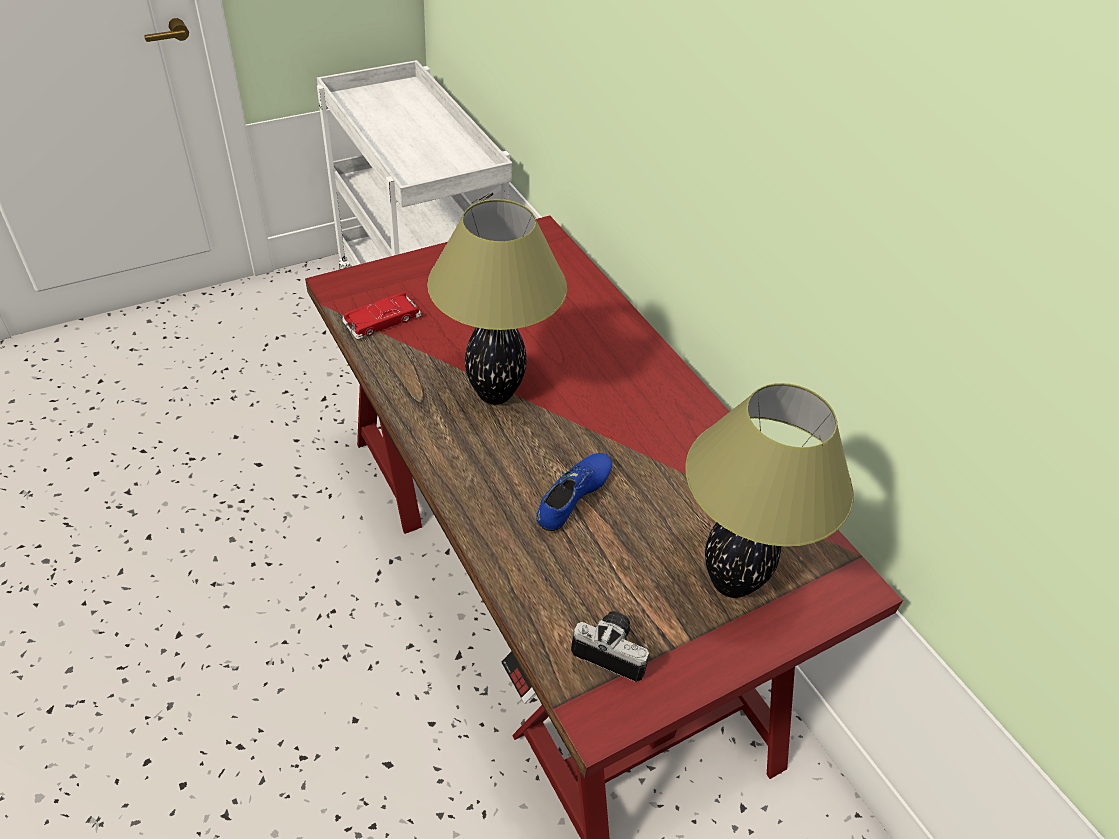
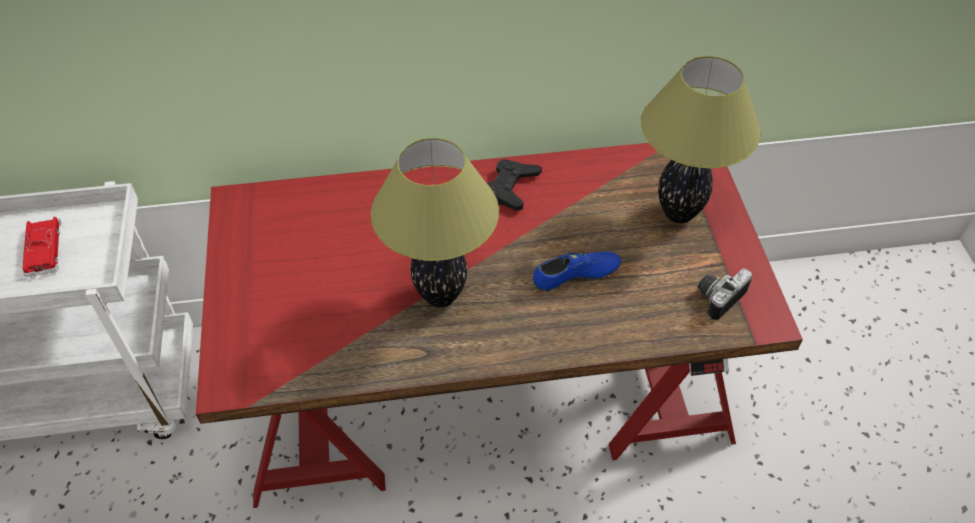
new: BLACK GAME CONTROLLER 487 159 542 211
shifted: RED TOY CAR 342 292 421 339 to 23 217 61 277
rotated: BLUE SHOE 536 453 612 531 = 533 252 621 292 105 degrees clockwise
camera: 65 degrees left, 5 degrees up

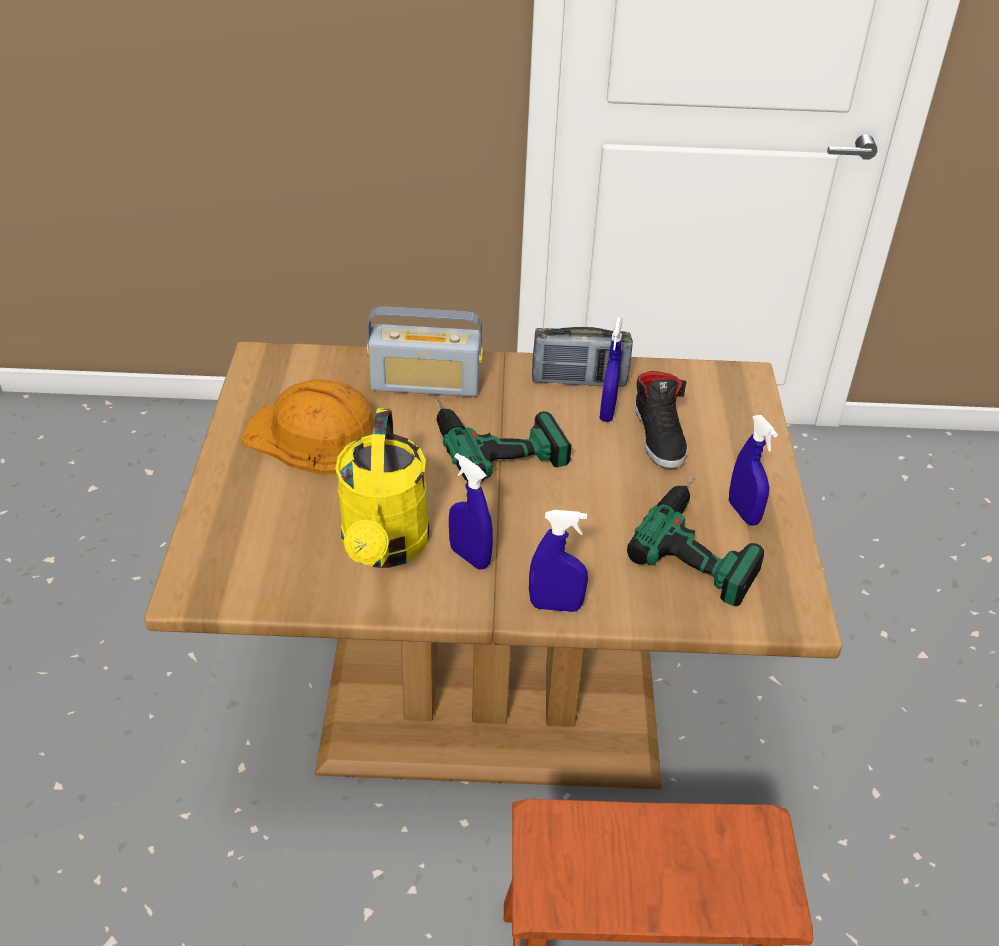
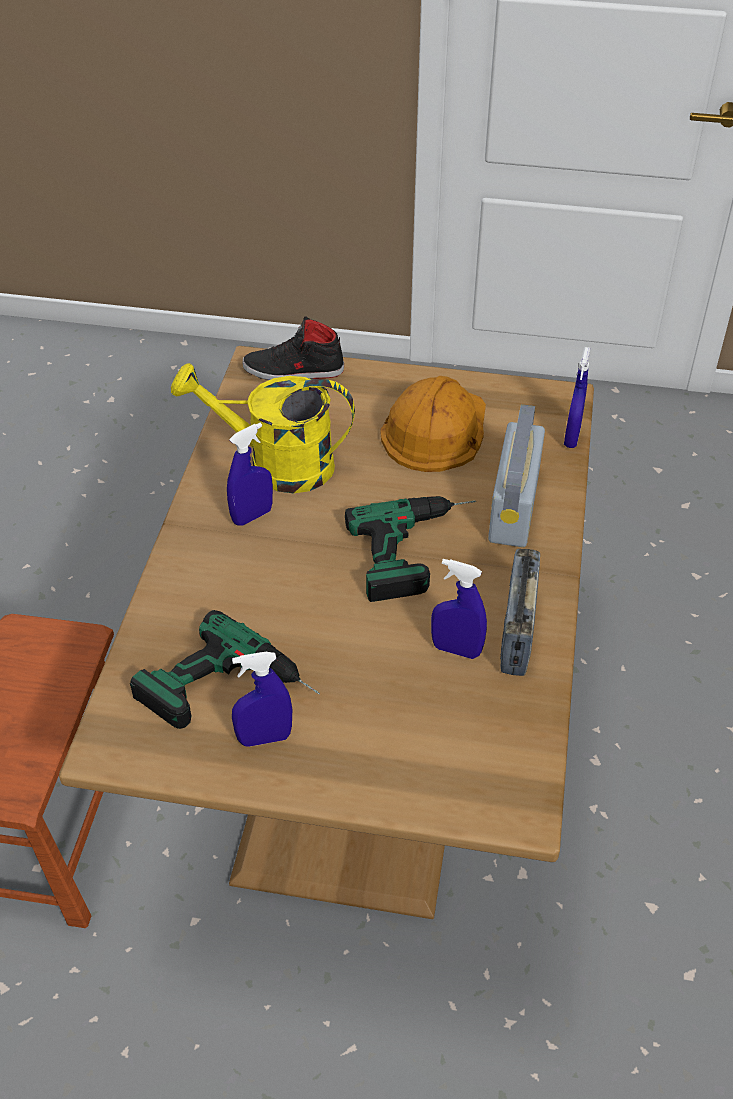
shifted: BLACK SHOE 635 371 688 468 to 243 316 344 380; BLUE SPRAY BOTTLE 529 510 588 612 to 564 347 590 448
camera: 100 degrees right, 5 degrees up

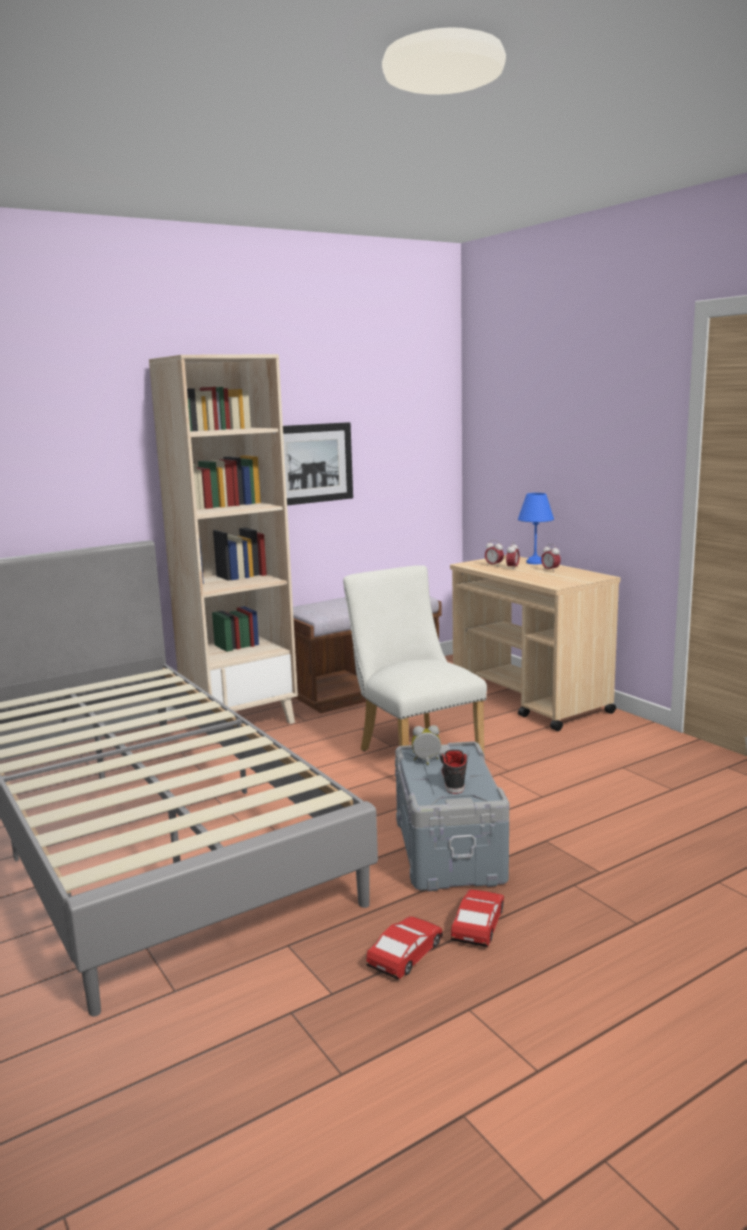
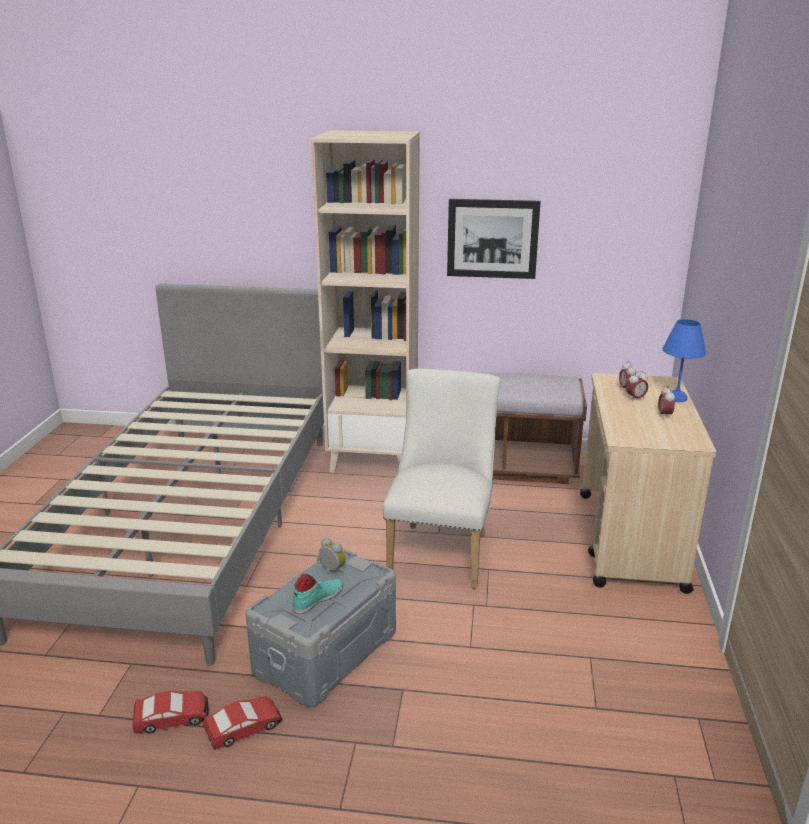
repainted: BLACK SHOE 439 749 469 794 to TURQUOISE SHOE 292 573 343 614
camera: 40 degrees right, 10 degrees up

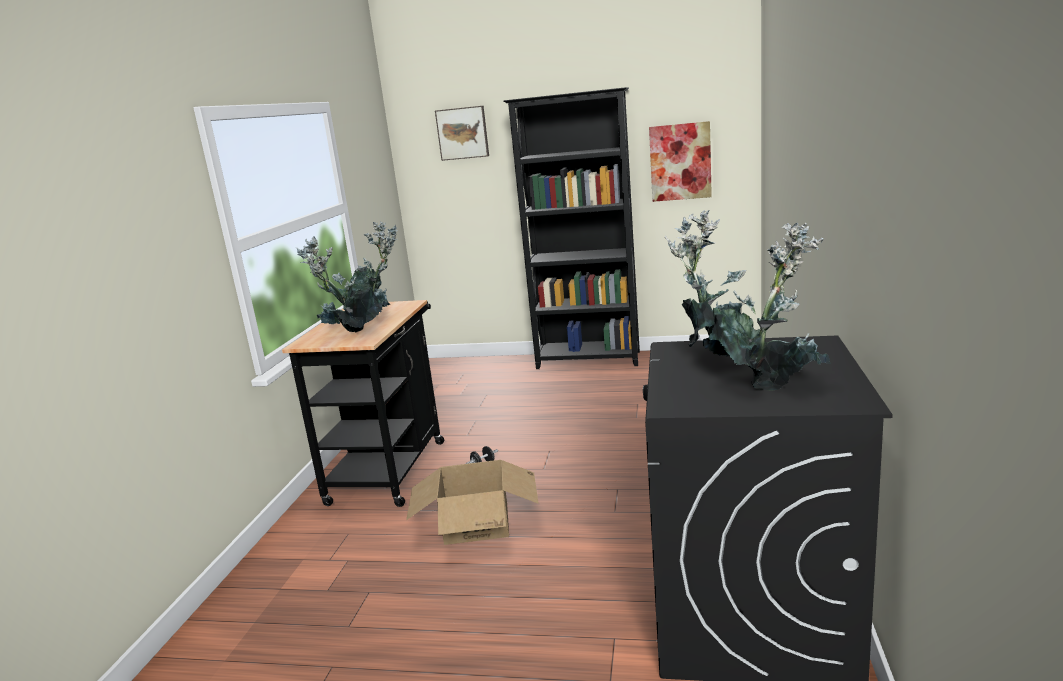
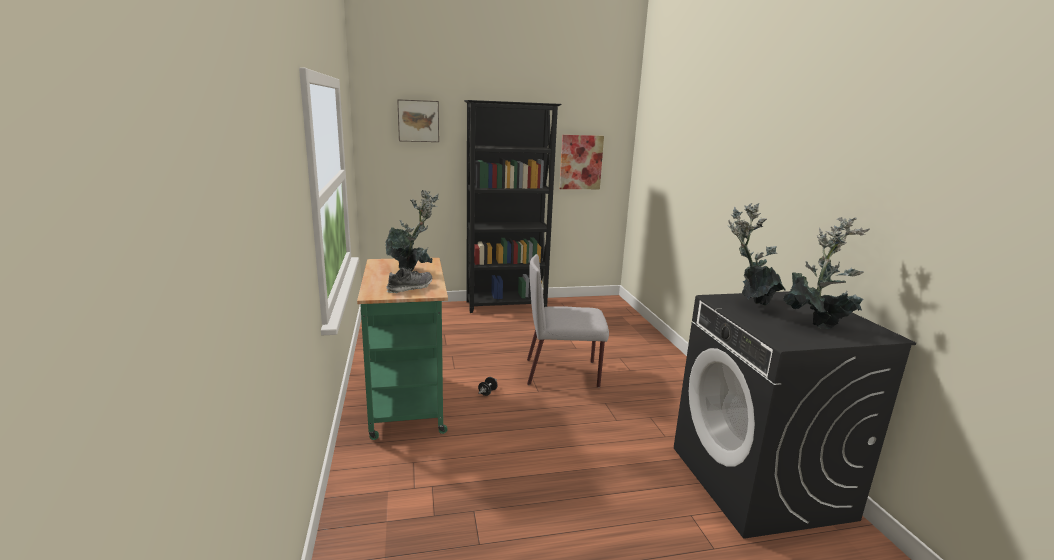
gone: CARDBOARD BOX 406 460 539 545
new: GREY CHAIR 527 254 609 387
swapped: POTTED PLANT 296 236 382 332 to SHOE 386 268 432 293
repainted: BLACK CART 282 300 444 507 to GREEN CART 357 258 448 440
camera: 25 degrees left, 0 degrees up

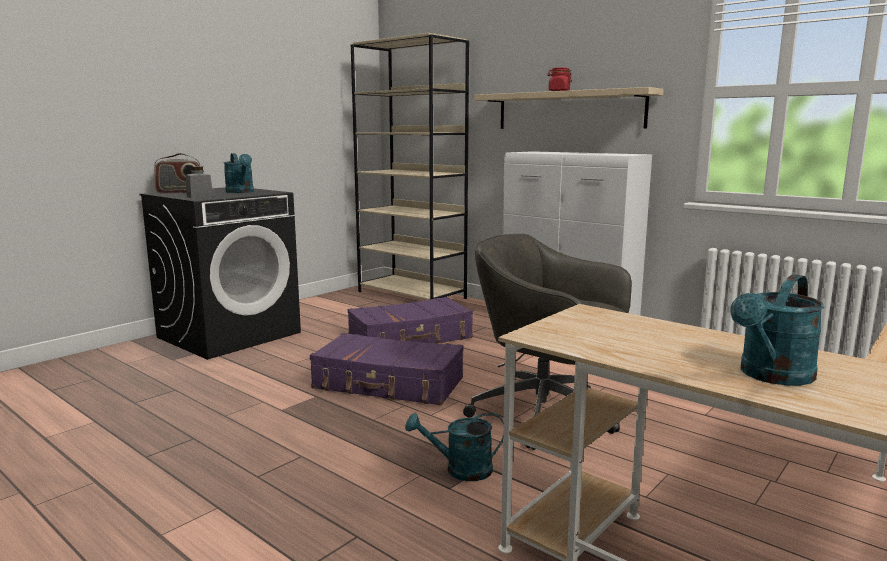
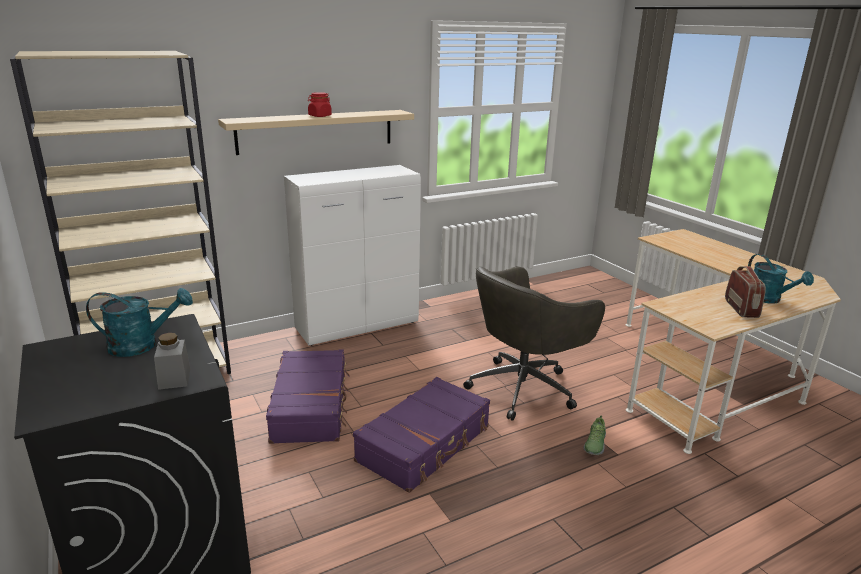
shifted: RADIO 154 153 200 194 to 725 266 766 318
swapped: TURQUOISE WATERING CAN 405 412 503 481 to SHOE 584 415 606 455
camera: 70 degrees left, 10 degrees up

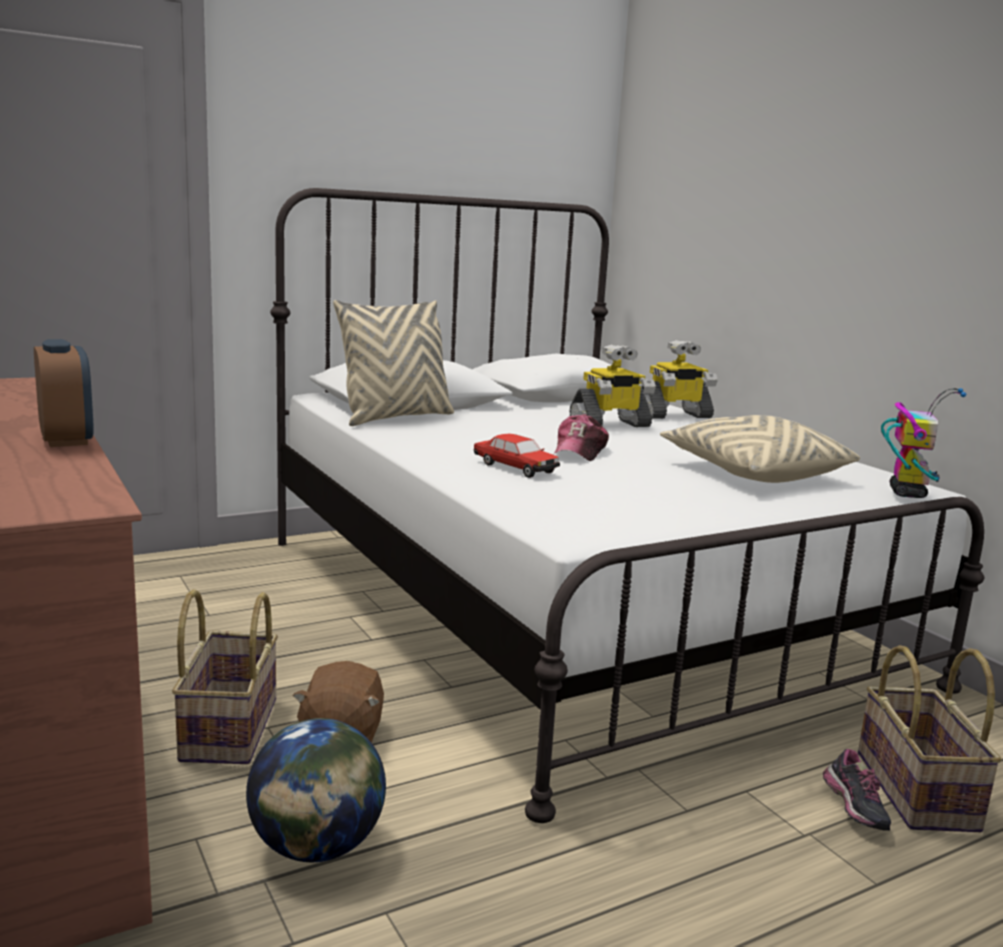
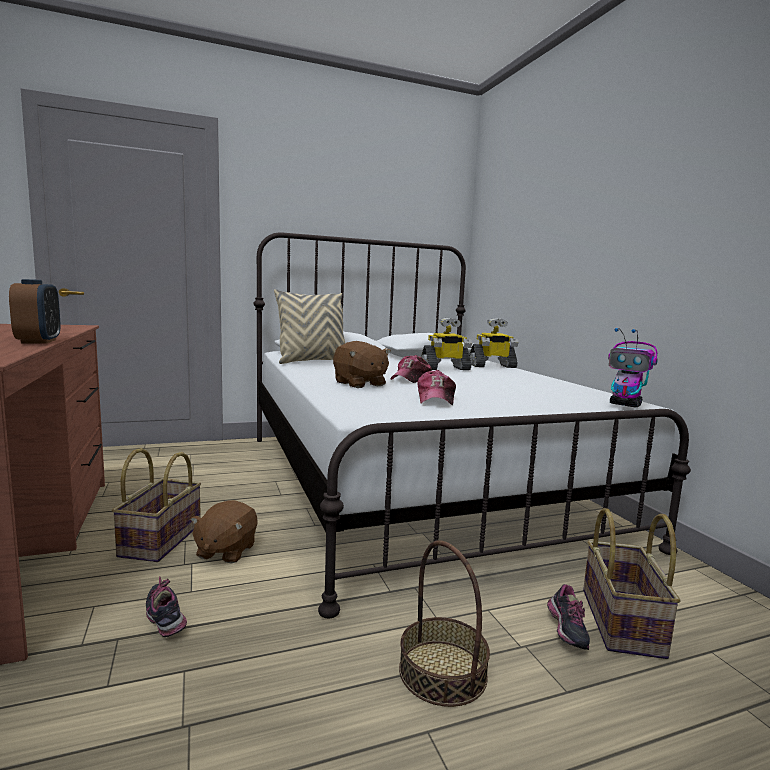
gone: BEIGE PILLOW 660 415 860 483
new: BASKET 399 540 490 707; CAP 417 370 456 405
swapped: GLOBE 246 718 386 862 to SHOE 146 577 187 637; TOY CAR 474 434 560 478 to BROWN PLUSH TOY 333 341 391 388
rotated: TOY ROBOT 881 388 966 498 = 608 328 658 407 105 degrees clockwise
camera: 10 degrees right, 5 degrees down

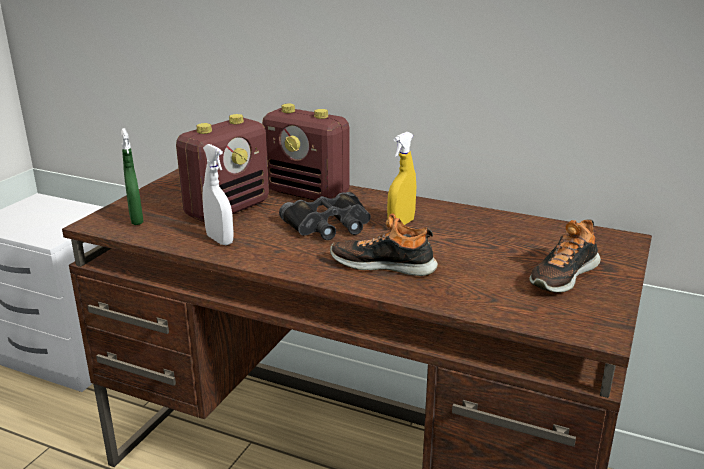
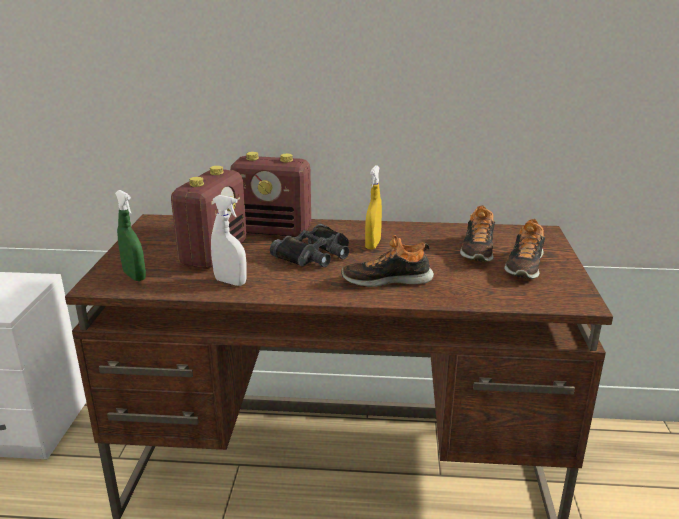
new: SHOE 460 205 495 262
camera: 20 degrees left, 0 degrees up

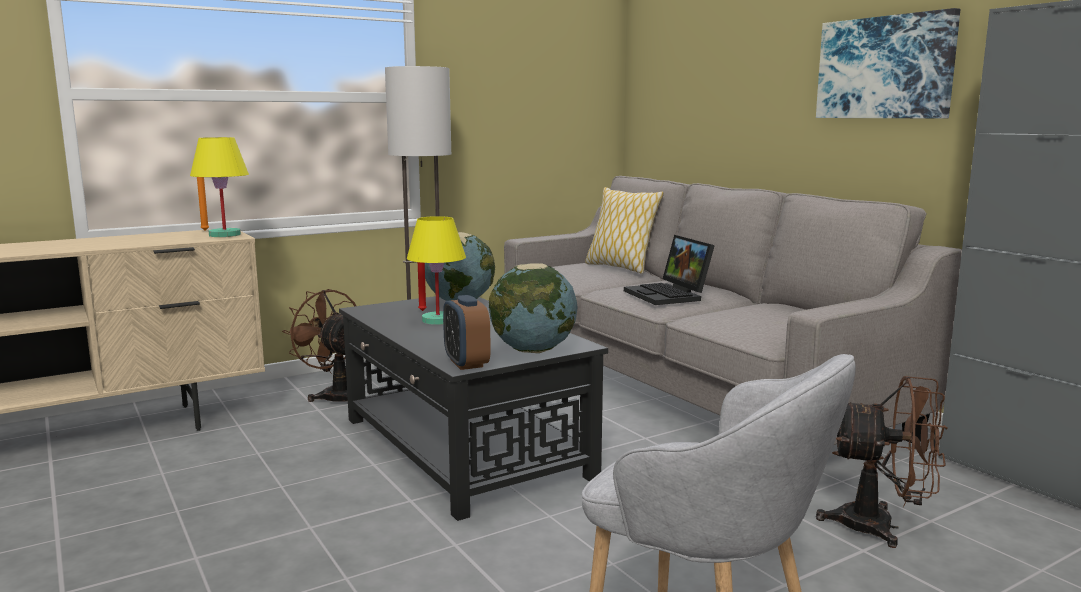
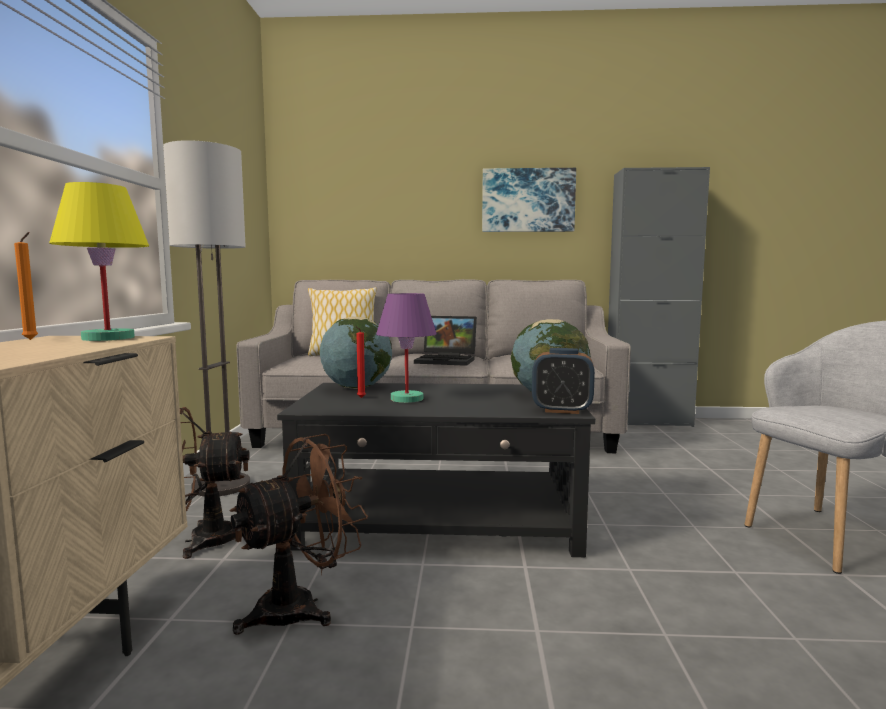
shifted: BROWN FAN 816 376 948 548 to 230 434 368 635
repainted: YELLOW TABLE LAMP 407 216 466 325 to PURPLE TABLE LAMP 376 293 437 403
camera: 55 degrees left, 5 degrees down

